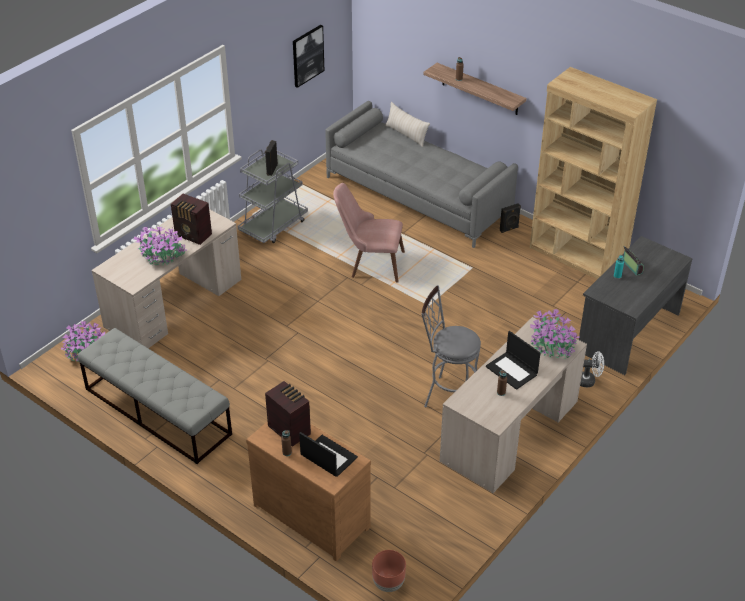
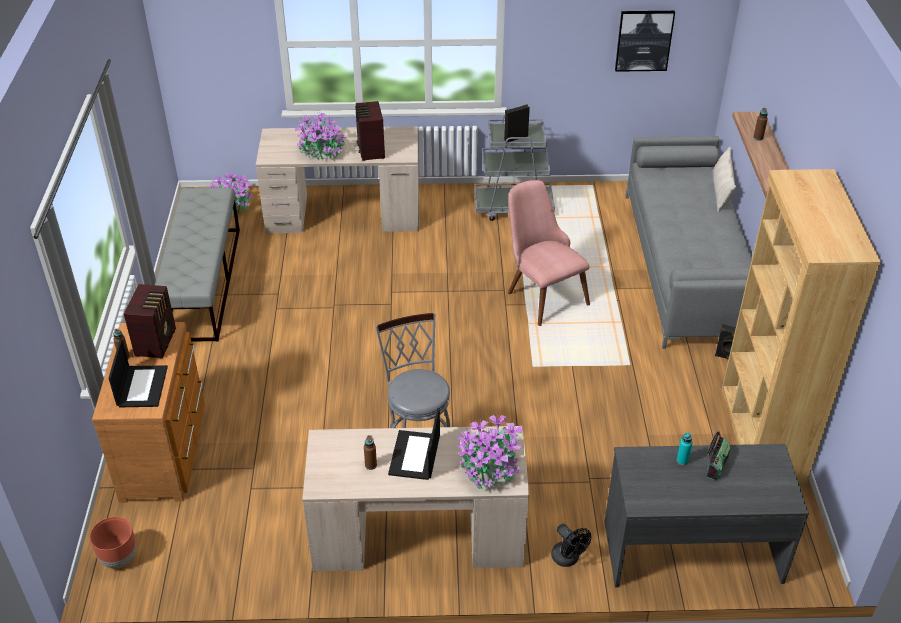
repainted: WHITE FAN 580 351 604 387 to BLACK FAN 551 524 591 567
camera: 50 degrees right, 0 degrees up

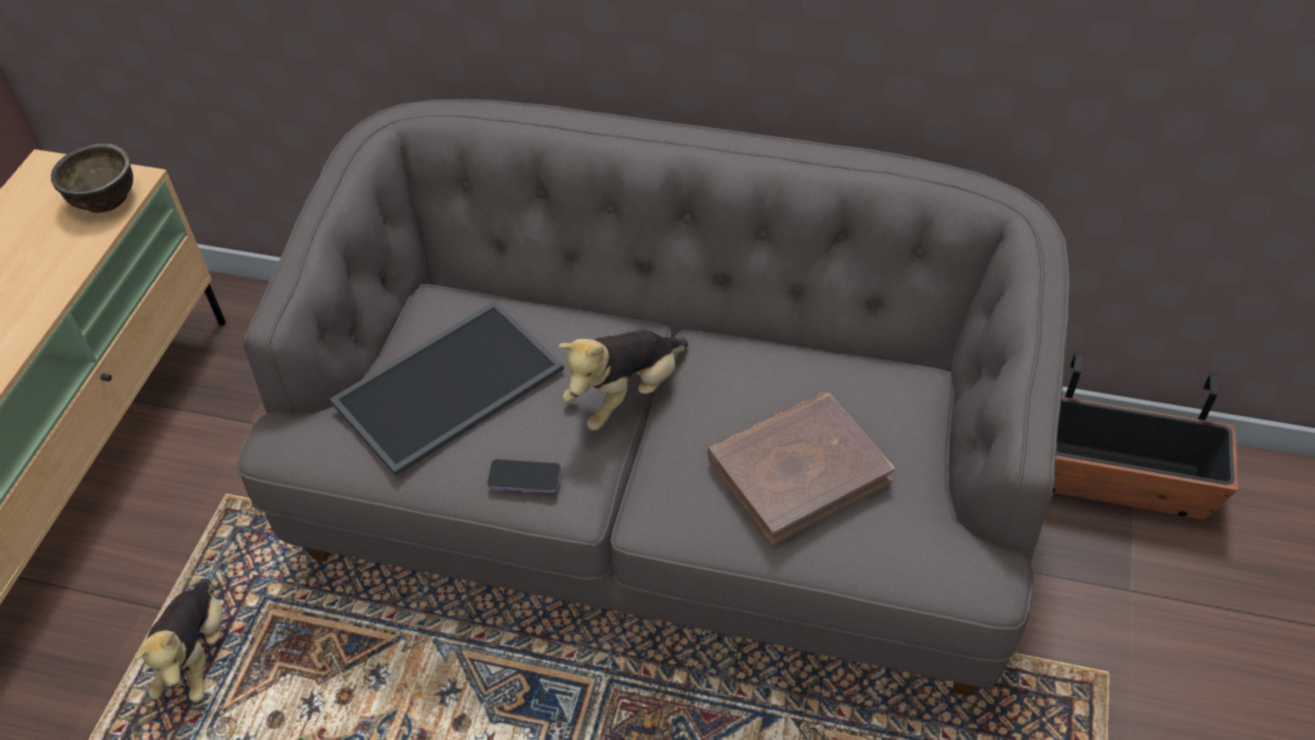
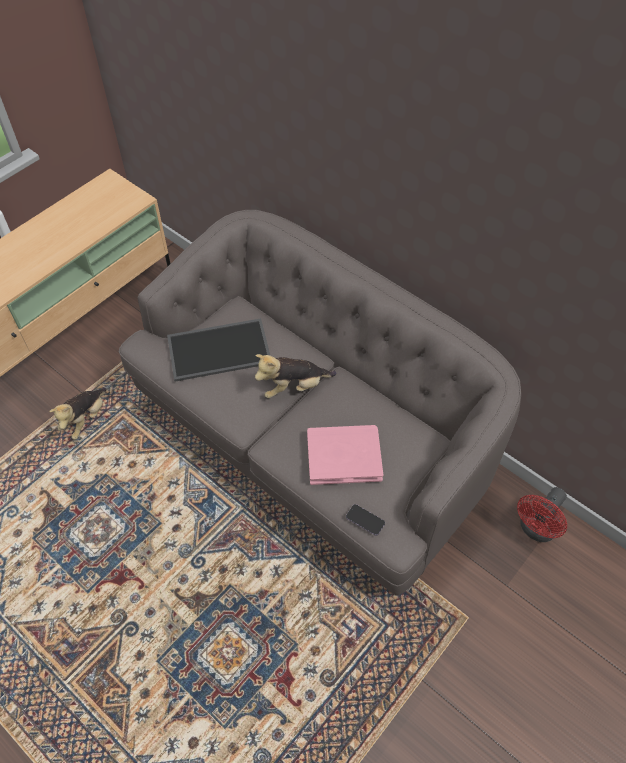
gone: BROWN BOWL 51 143 133 213
shifted: PHONE 487 459 561 493 to 346 504 385 536
swapped: PLANTER 1053 353 1238 519 to RED FAN 517 487 567 542
repainted: BROWN BOOK 707 392 894 545 to PINK BOOK 307 425 383 485
camera: 25 degrees right, 5 degrees up

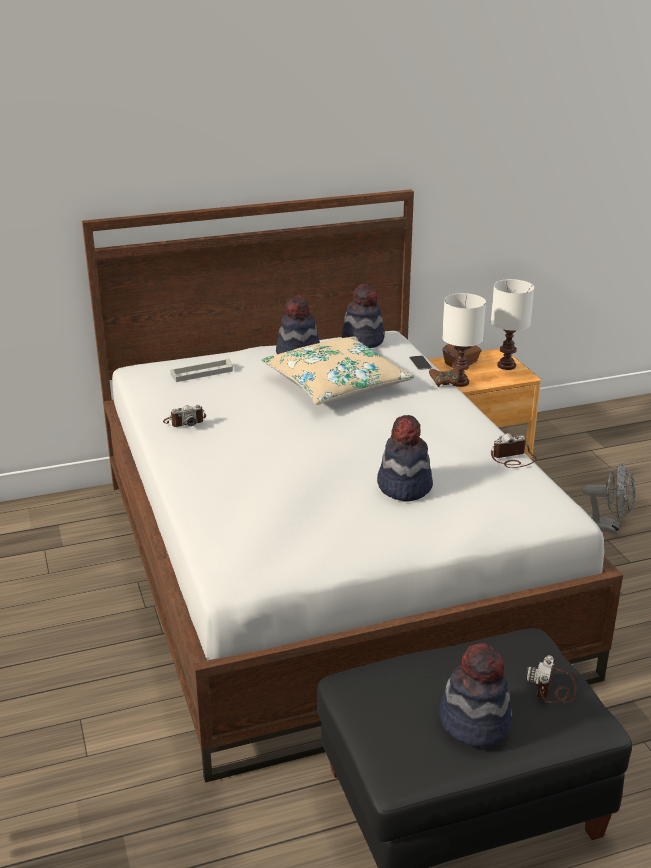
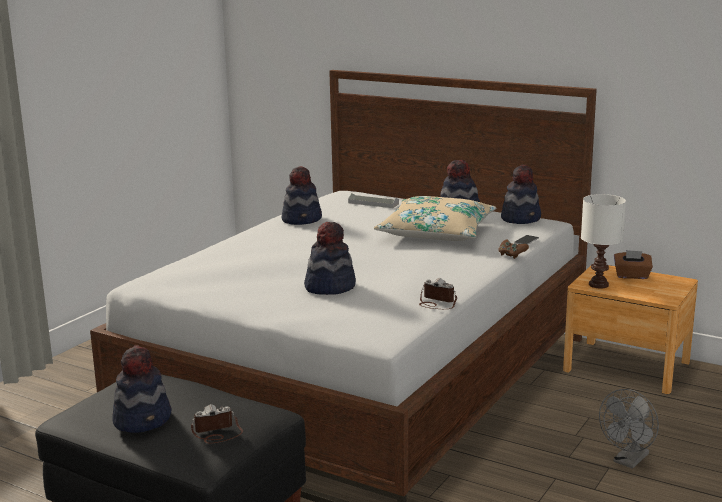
gone: WHITE TABLE LAMP 491 279 534 370
swapped: PHOTO CAMERA 163 405 206 427 to HAT 282 166 322 225
rotated: GREY FAN 582 463 636 534 = 599 389 659 469 60 degrees clockwise
camera: 50 degrees right, 10 degrees down

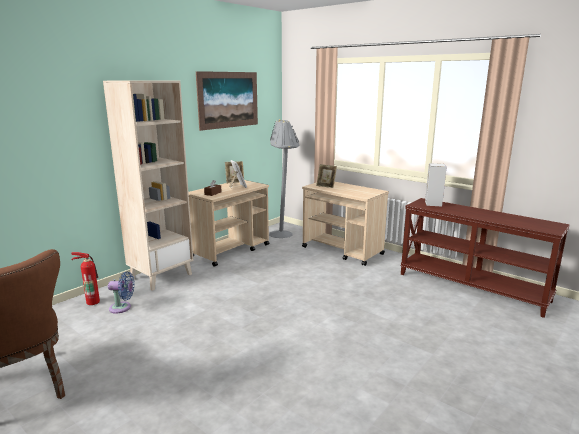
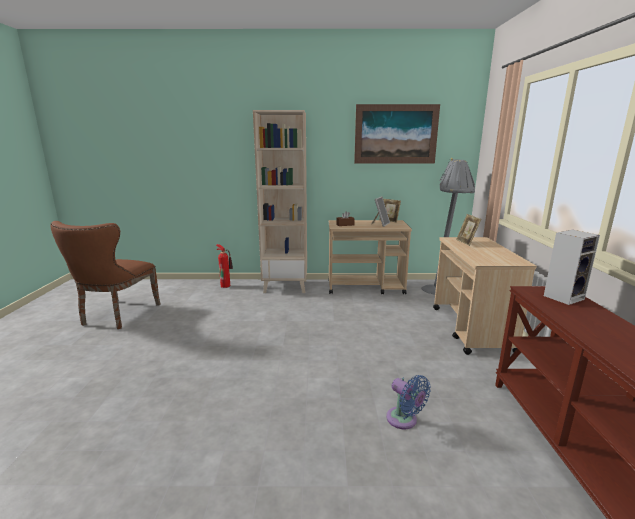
shifted: BLUE FAN 108 272 135 314 to 386 375 430 429
camera: 50 degrees right, 0 degrees up

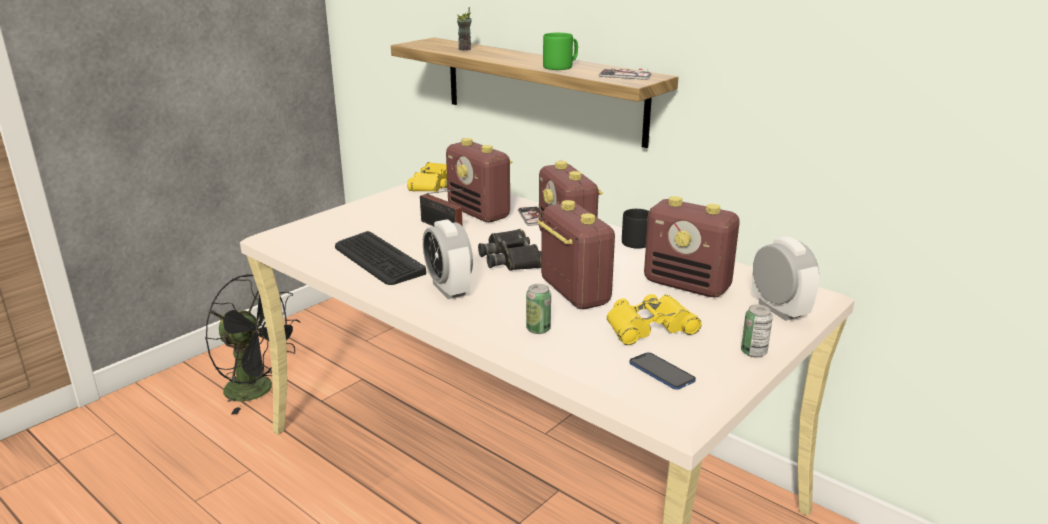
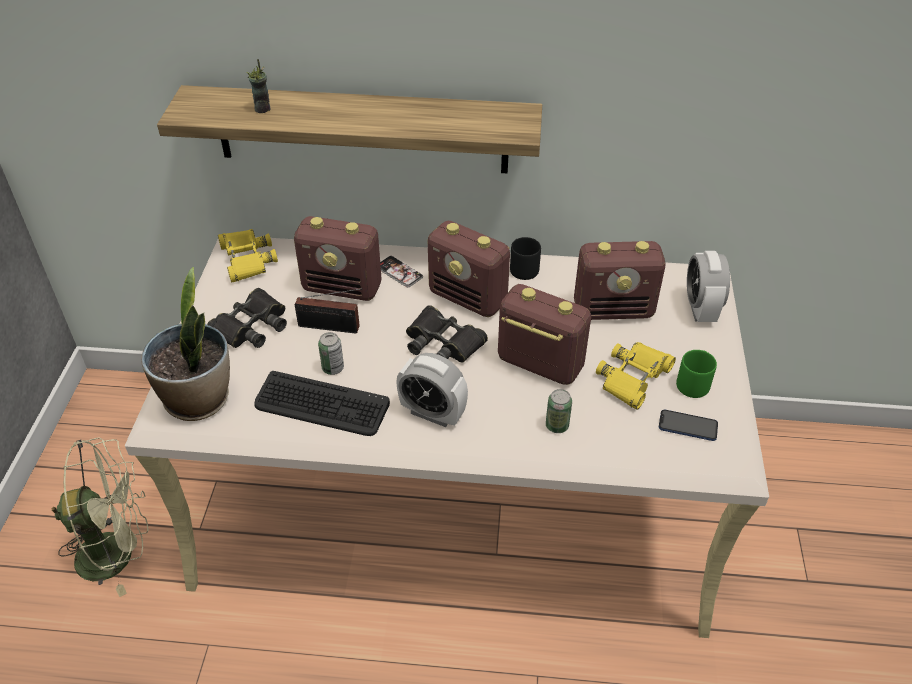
gone: PHONE 599 68 651 80
new: POTTED PLANT 141 267 230 421; BLACK BINOCULARS 207 288 287 348
shifted: CAN 741 304 773 357 to 318 332 344 375; GREEN MUG 543 33 578 70 to 676 350 717 398
repainted: BLACK FAN 205 274 300 414 to GREEN FAN 51 437 149 597
rotated: ALARM CLOCK 752 237 819 321 = 687 251 730 322 120 degrees counterclockwise
camera: 35 degrees left, 20 degrees up

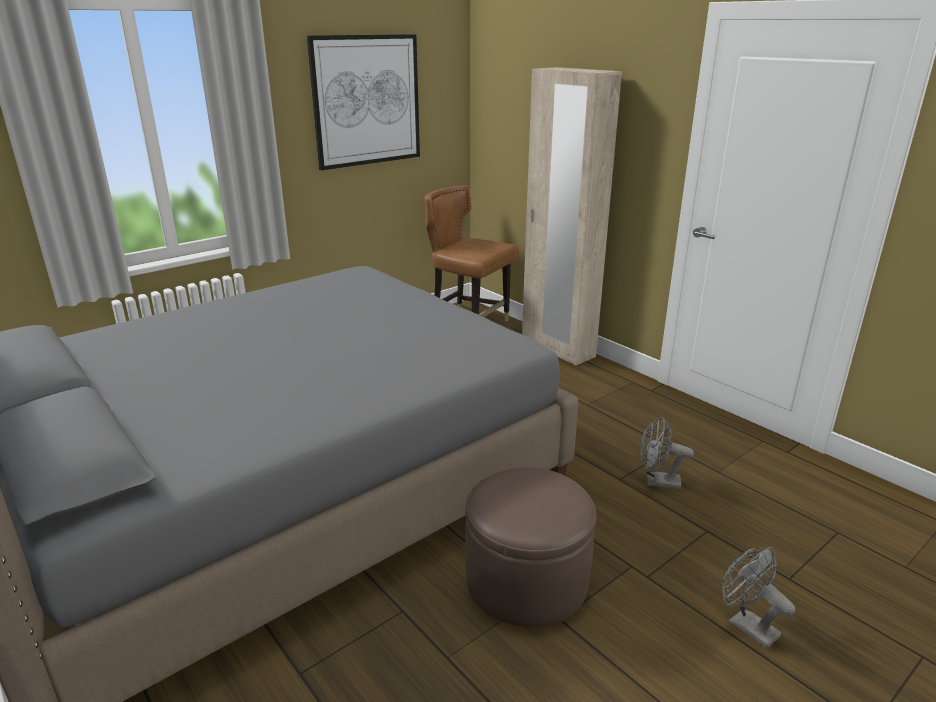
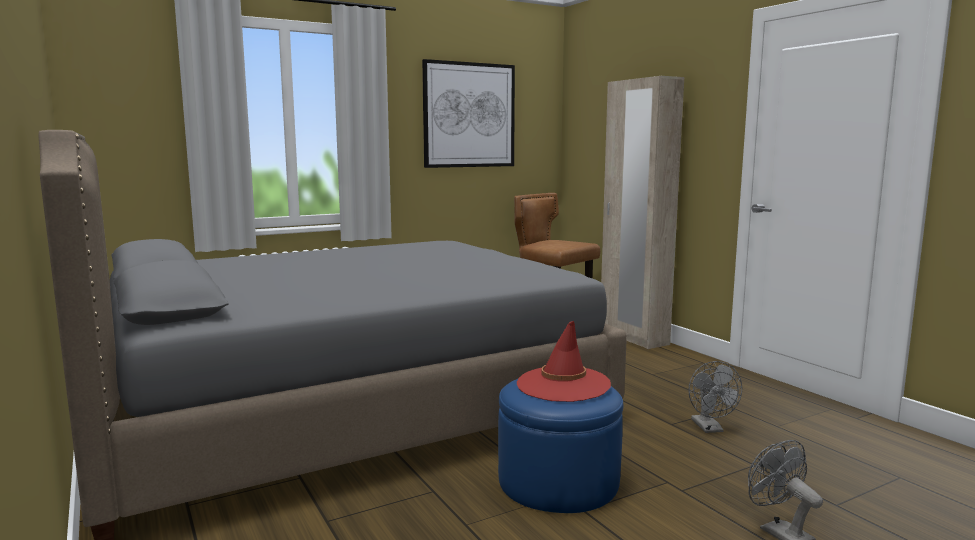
new: RED HAT 517 321 611 402
repainted: BROWN OTTOMAN 465 467 597 627 to BLUE OTTOMAN 498 378 623 513
rotated: GREY FAN 640 417 694 489 = 689 361 742 433 120 degrees counterclockwise
camera: 10 degrees right, 15 degrees down

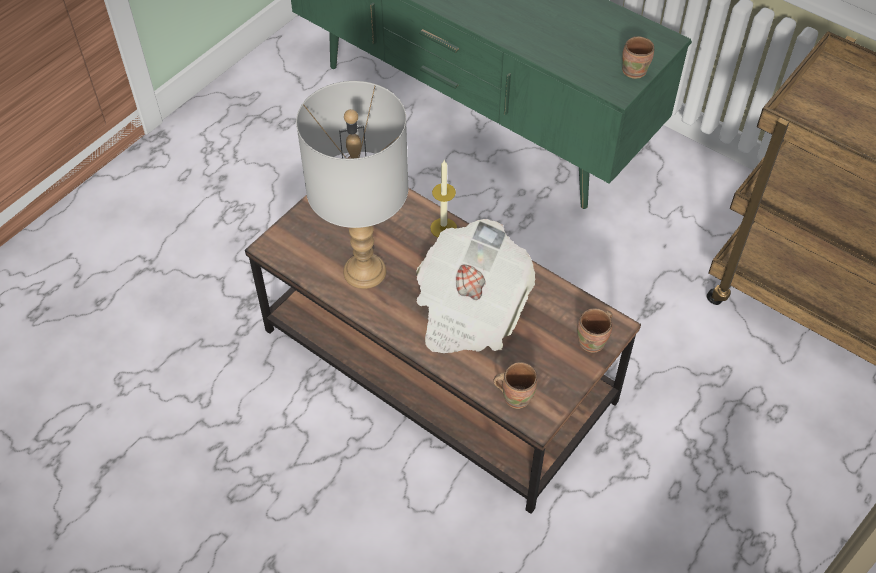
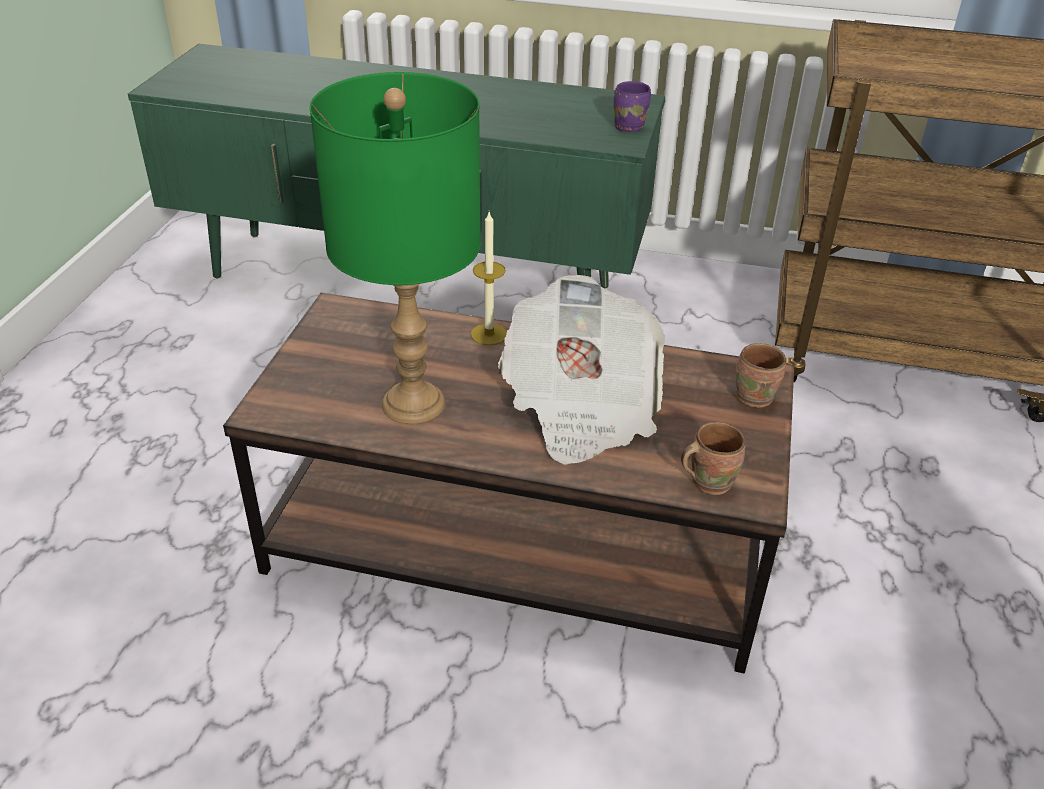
repainted: GREY TABLE LAMP 296 81 409 289 to GREEN TABLE LAMP 310 72 481 424; BROWN MUG 622 36 654 79 to PURPLE MUG 614 81 651 132
camera: 25 degrees left, 15 degrees down

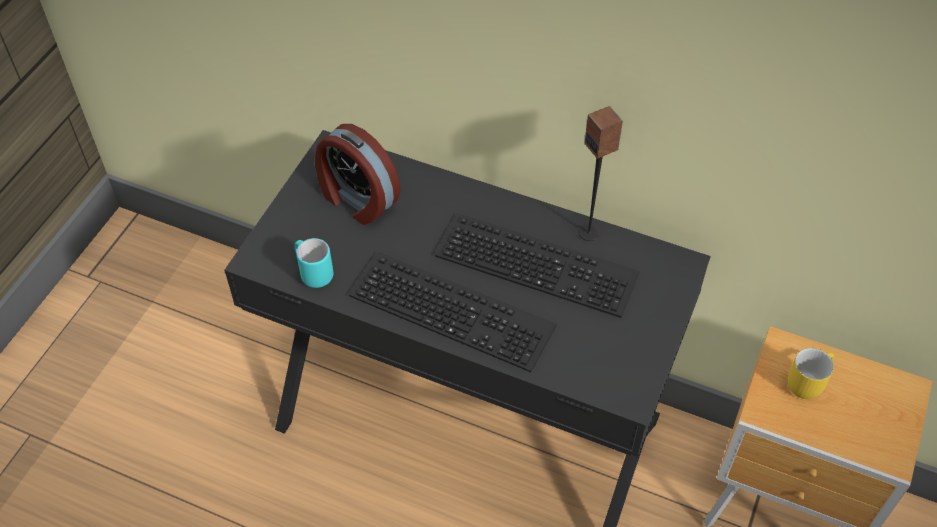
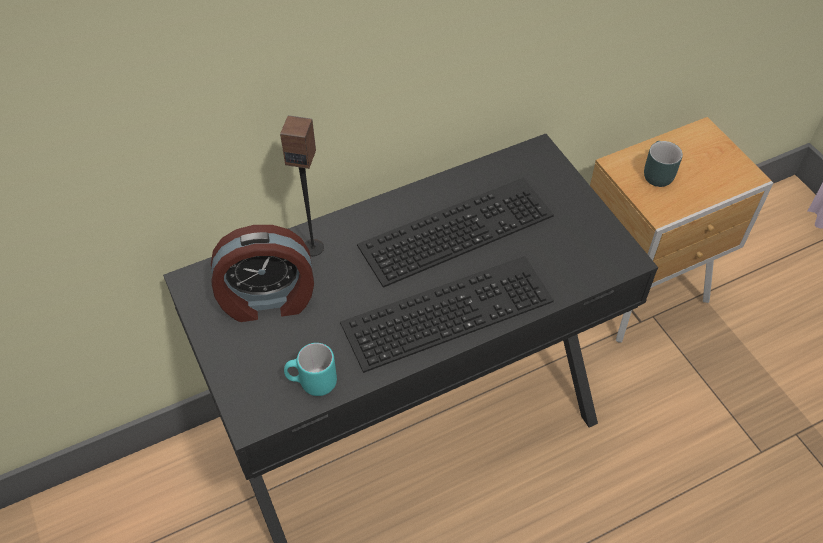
shifted: SPEAKER 579 106 623 241 to 280 115 324 256
repainted: YELLOW MUG 788 348 834 399 to TURQUOISE MUG 644 141 683 187
camera: 50 degrees left, 0 degrees up

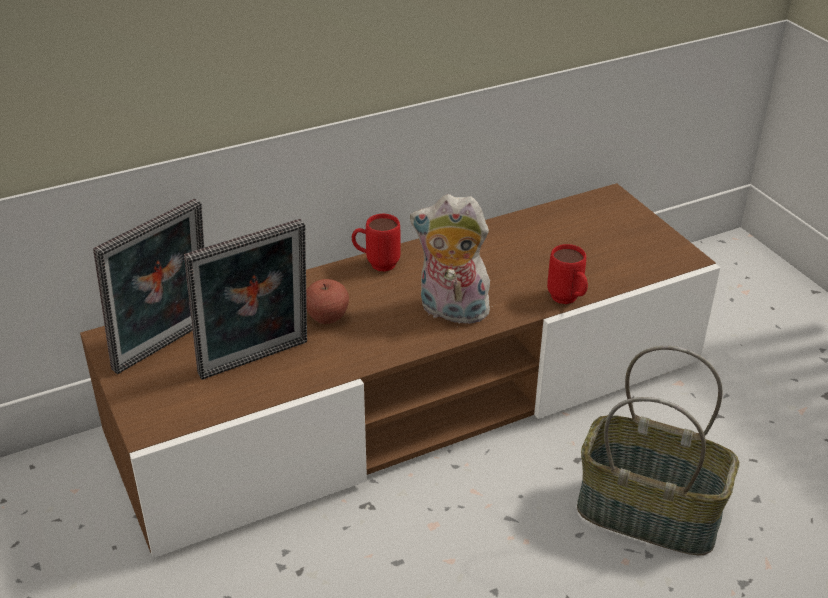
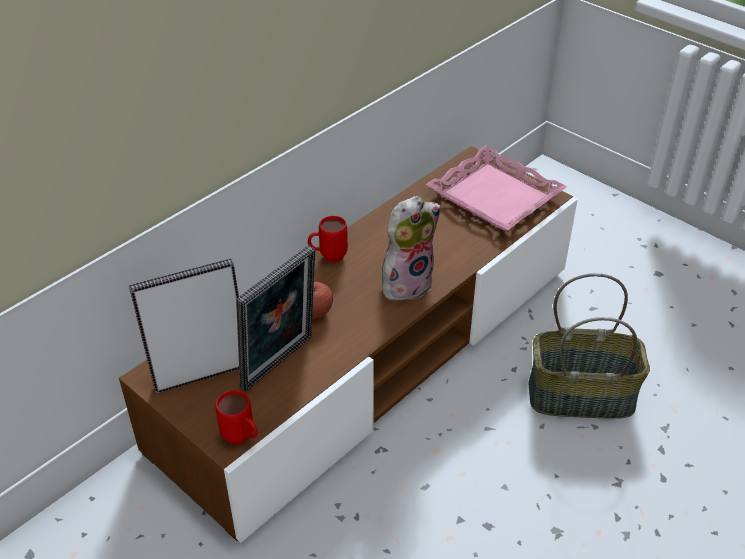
new: PINK TRAY 425 146 567 231
shifted: RED MUG 547 244 588 304 to 216 390 258 445
rotated: PICTURE FRAME 93 198 204 374 = 129 259 239 393 135 degrees counterclockwise; PLUSH TOY 410 194 494 324 = 382 196 441 301 150 degrees clockwise
camera: 20 degrees left, 5 degrees up

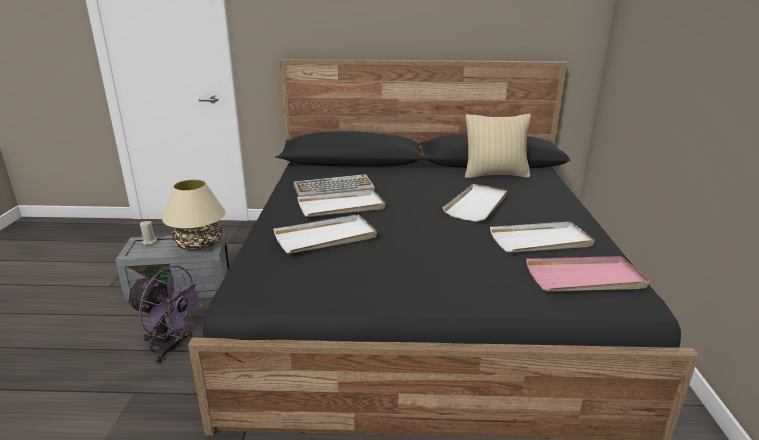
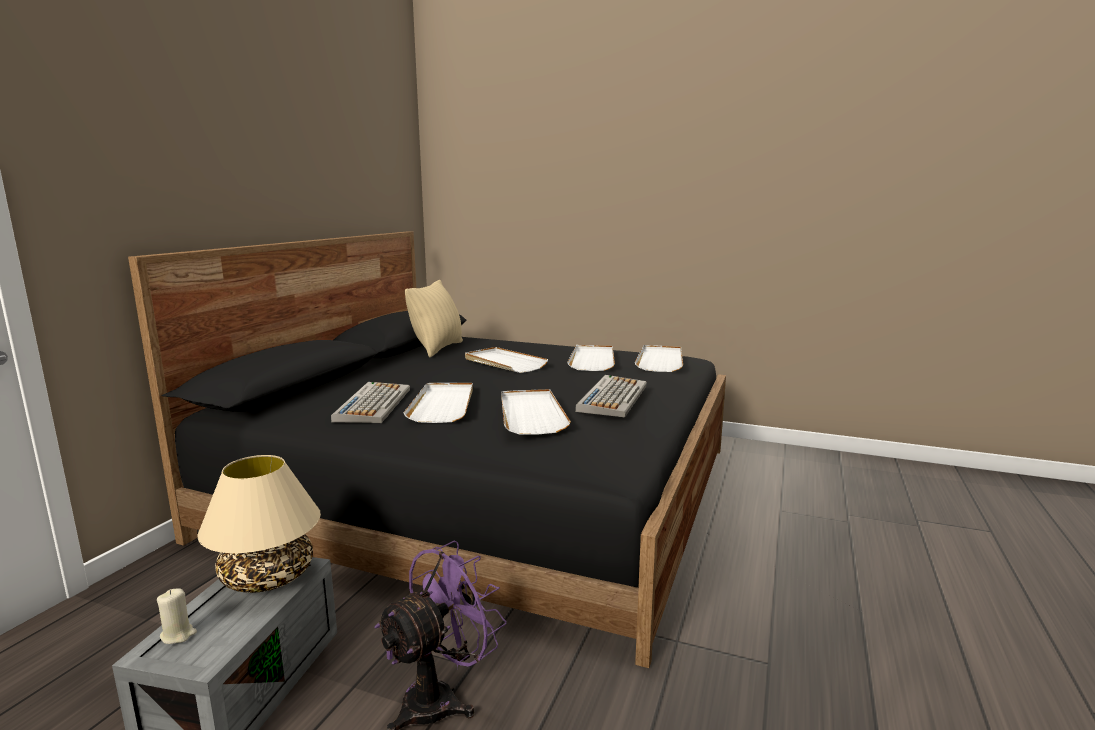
new: KEYBOARD 575 375 647 417
repainted: PINK TRAY 526 256 649 292 to WHITE TRAY 635 345 683 372
camera: 70 degrees left, 10 degrees down

